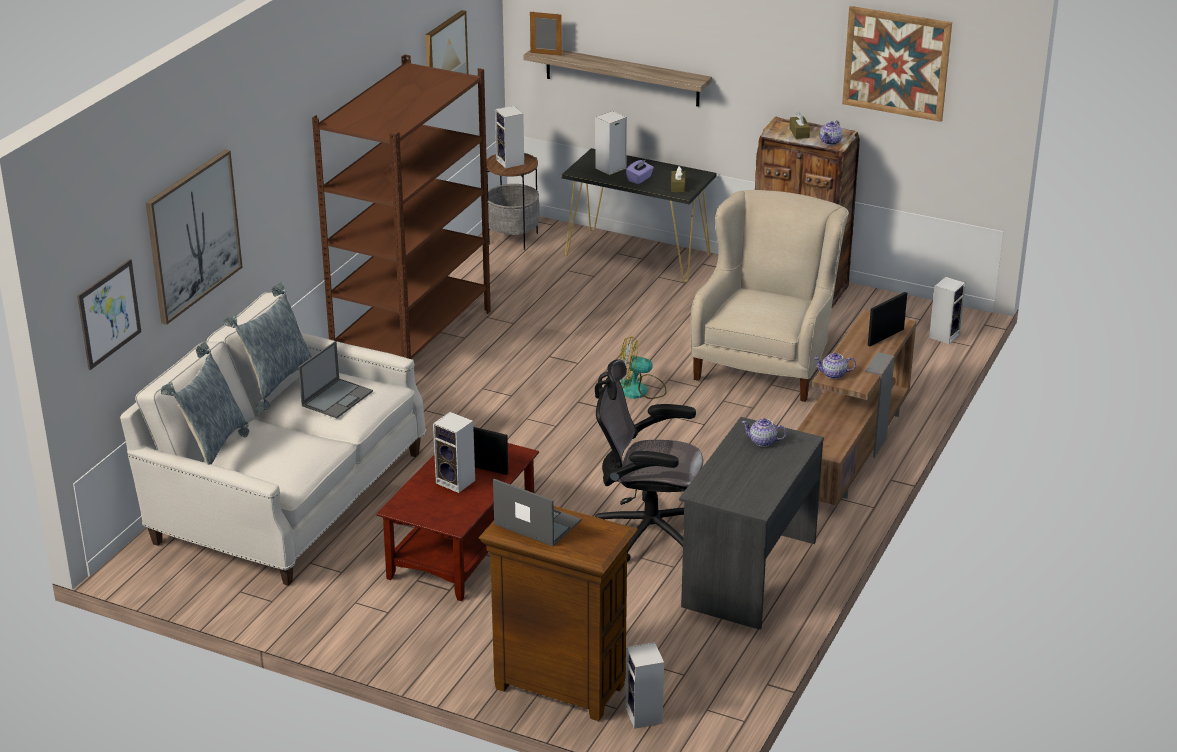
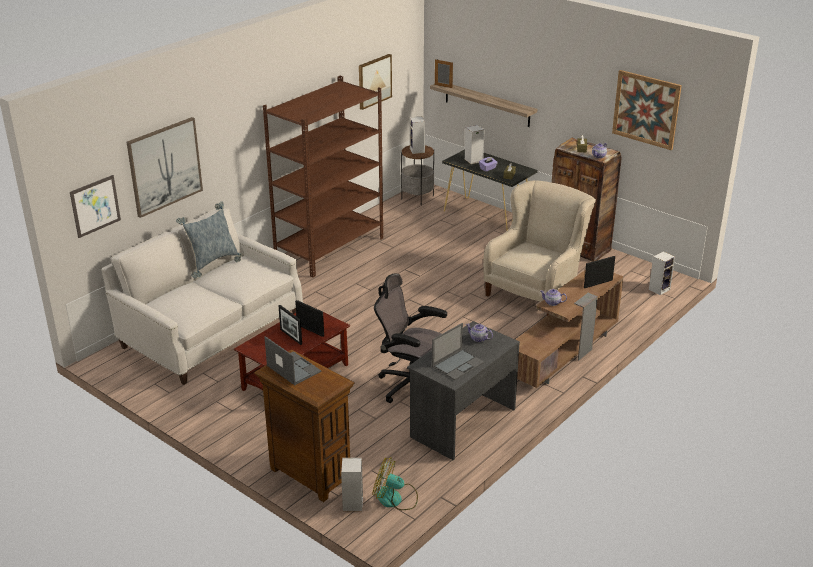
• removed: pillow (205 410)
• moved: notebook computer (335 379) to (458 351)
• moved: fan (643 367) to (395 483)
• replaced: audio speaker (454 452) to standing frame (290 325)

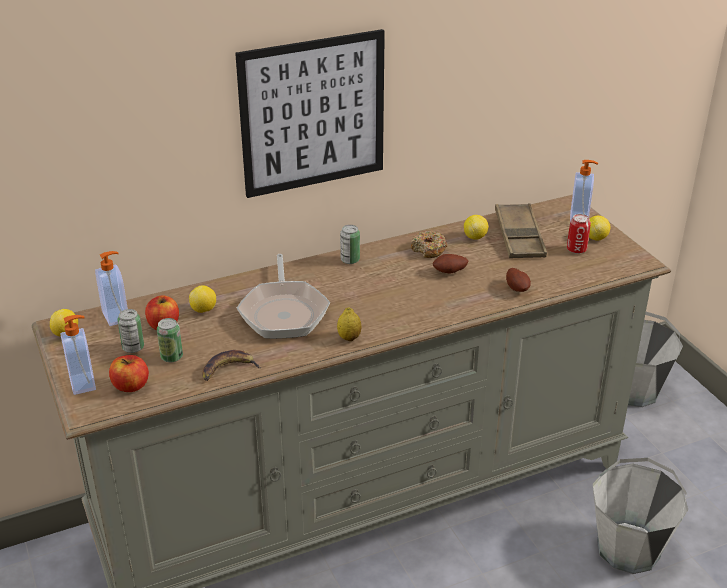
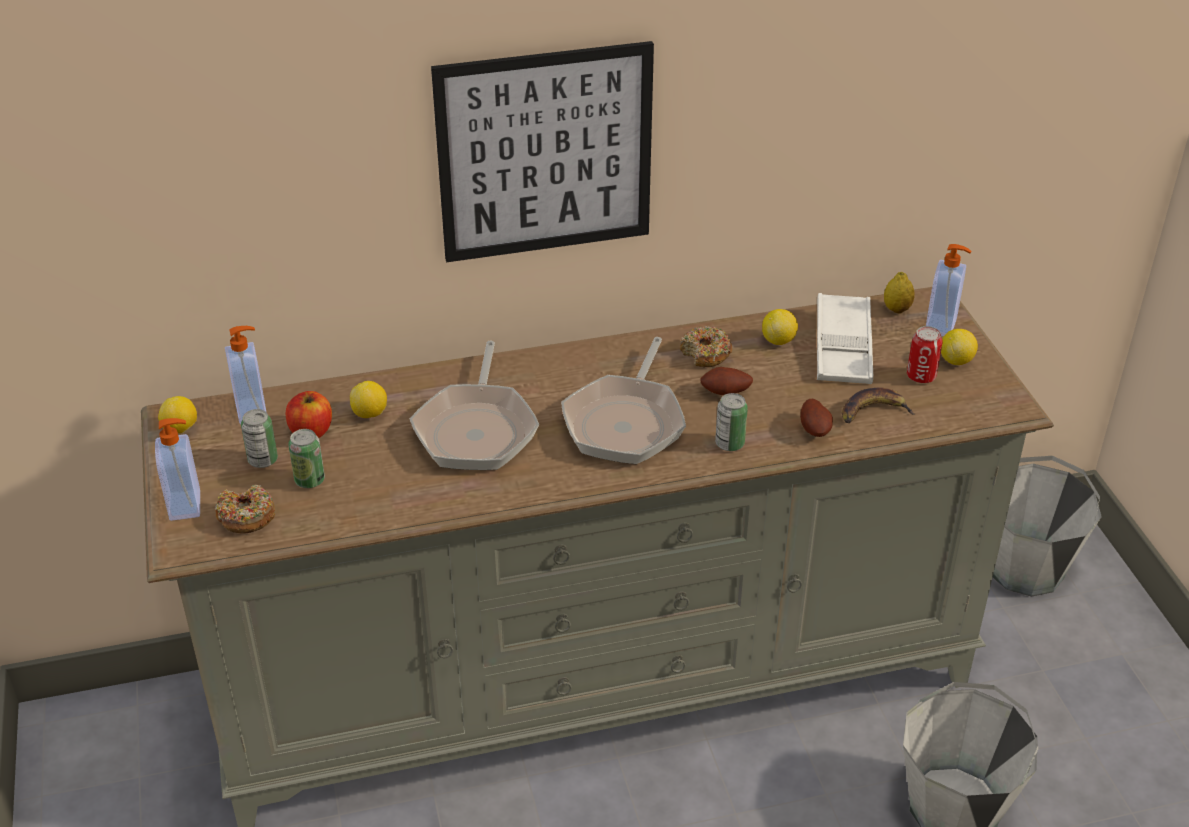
• added: frying pan (623 400)
• moved: banana fruit (232 365) to (878 405)
• moved: citrus fruit (349 324) to (899 292)
• moved: can (350 244) to (731 422)
• replaced: apple fruit (129 373) to donut (245 509)
• recoloured: tray (brown-coloured) (521 230) to tray (white) (845 338)

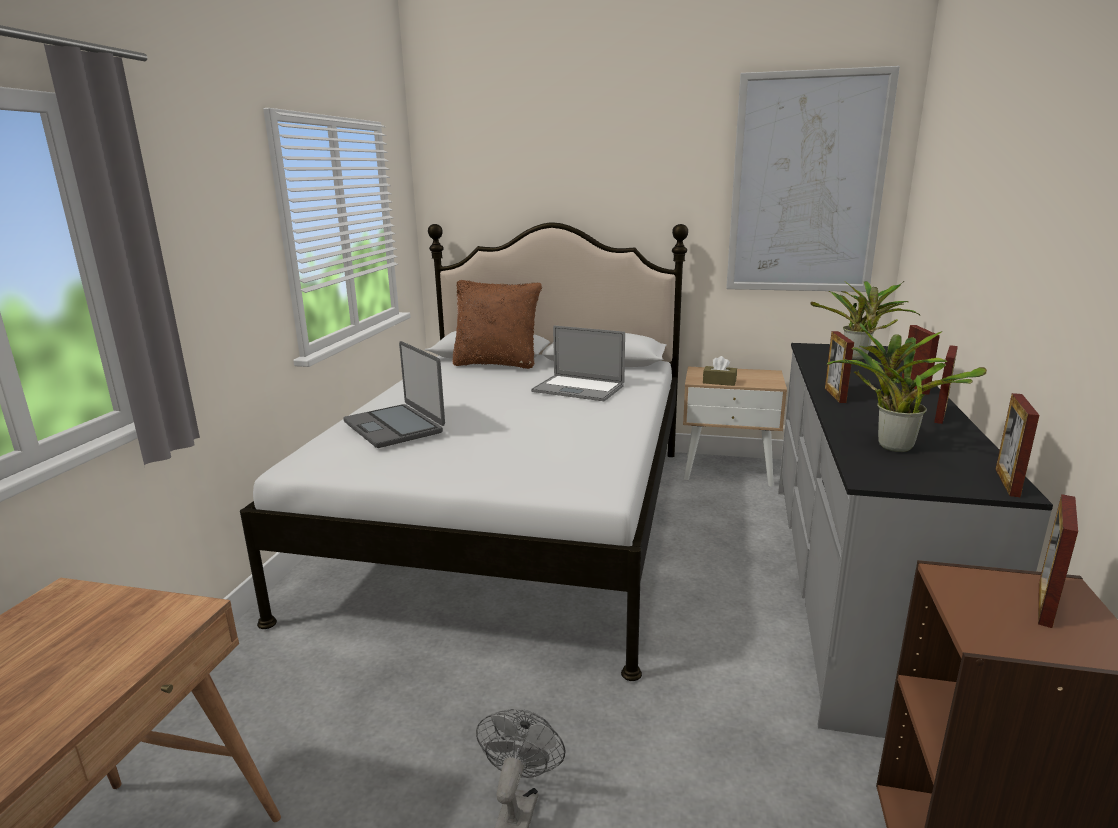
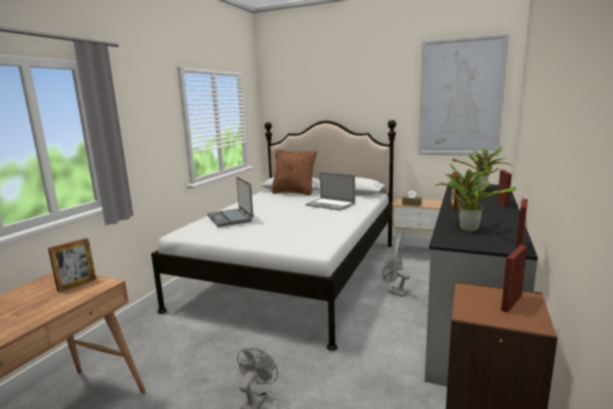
• added: fan (greyish) (396 276)
• moved: standing frame (946 384) to (72 265)

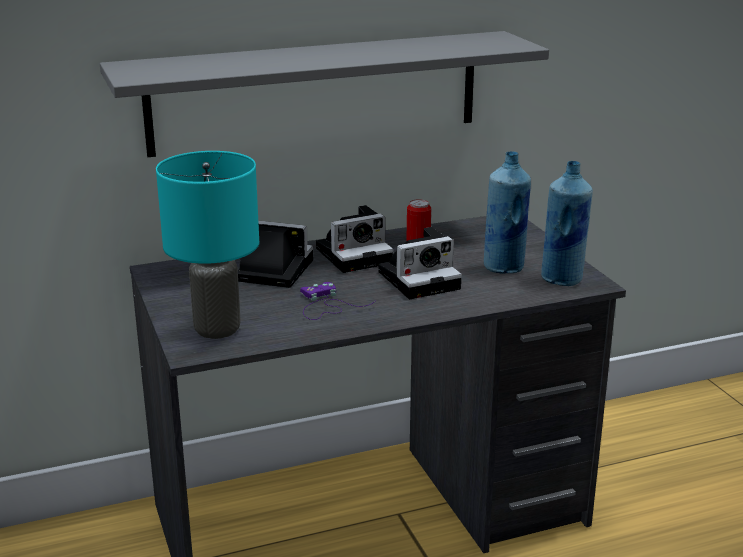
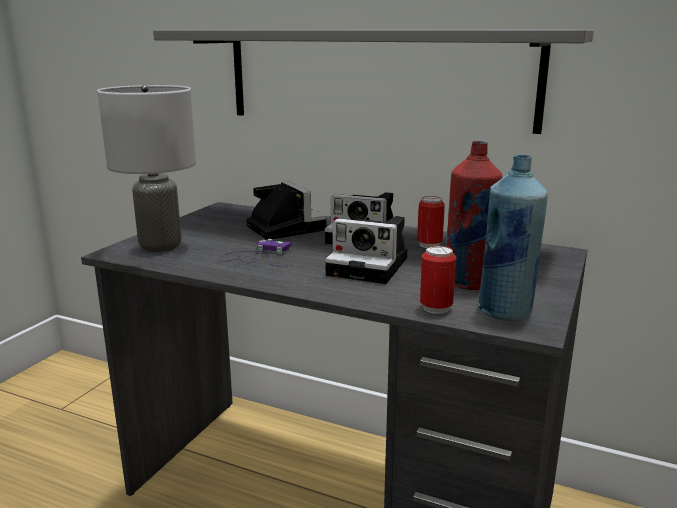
• added: can (438 279)
• recoloured: lamp for a table (turquoise-coloured) (207 245) to lamp for a table (white) (146 168)
• recoloured: bottle (blue) (507 212) to bottle (reddish) (474 215)

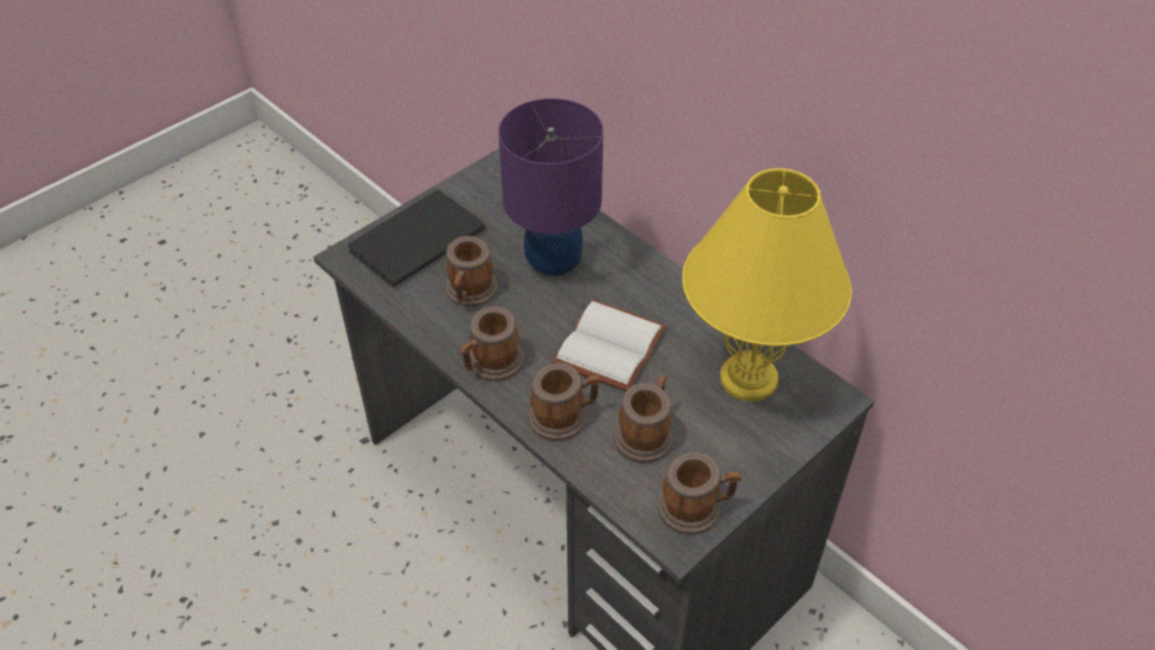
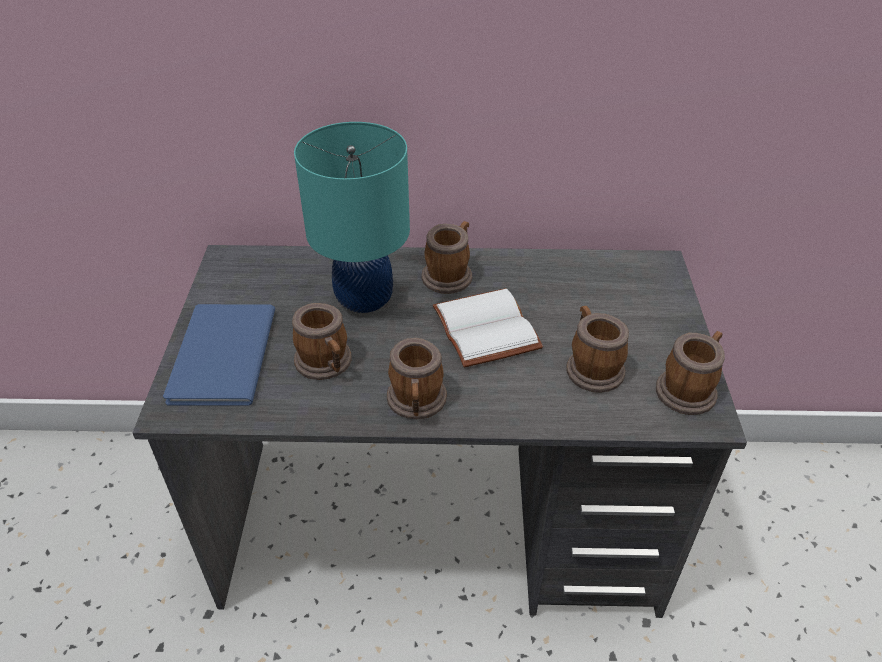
• removed: lamp for a table (yellowish) (767 284)
• moved: coffee mug (564 402) to (446 257)
• recoloured: bound book (blackish) (417 238) to bound book (blue) (219 355)
• recoloured: lamp for a table (purple) (550 187) to lamp for a table (turquoise-coloured) (352 217)

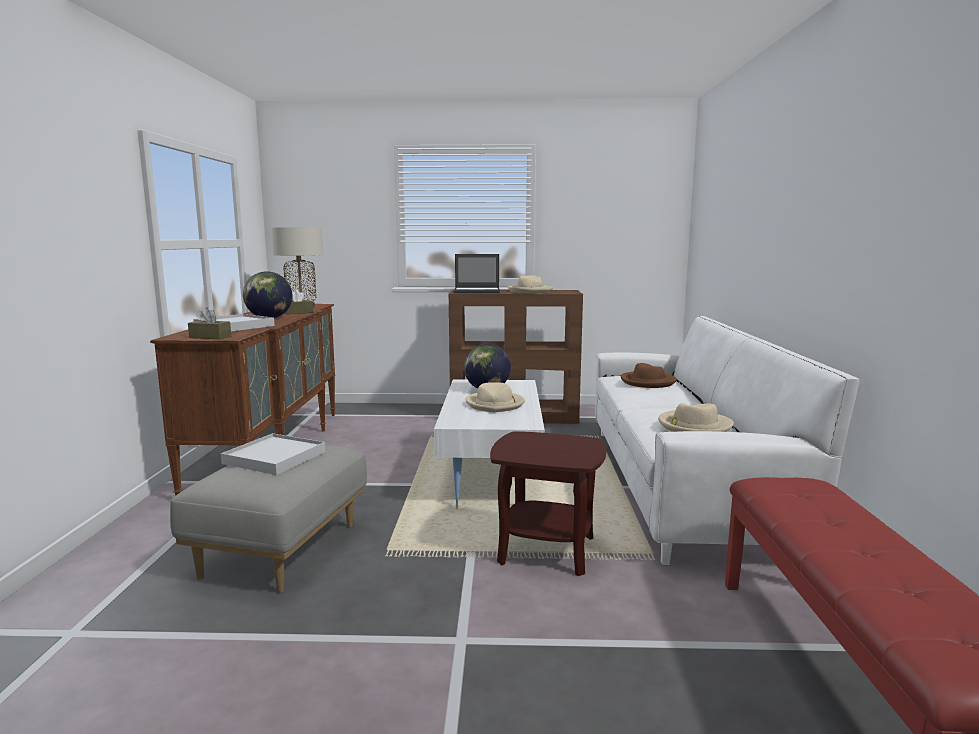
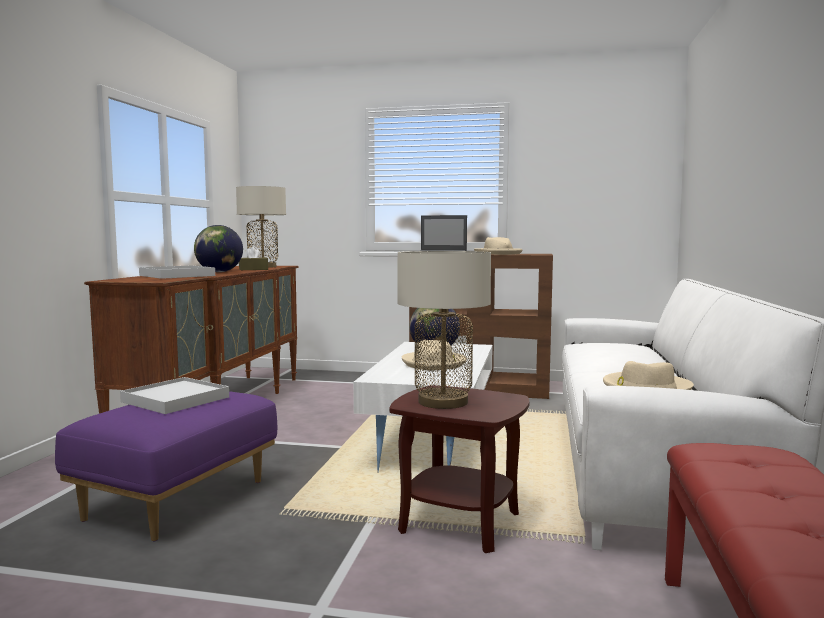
• removed: tissue holder (brown-coloured) (209 323)
• removed: wearable hat (brown-coloured) (649 375)
• added: lamp for a table (444 330)
• recoloured: footrest (greyish) (268 519) to footrest (purple) (166 466)

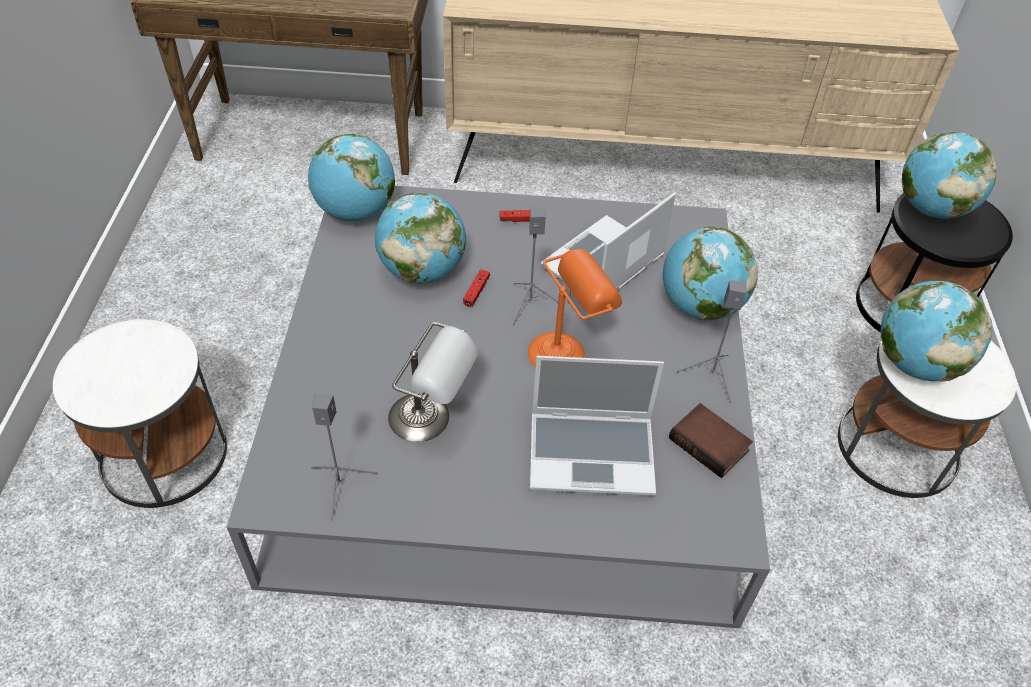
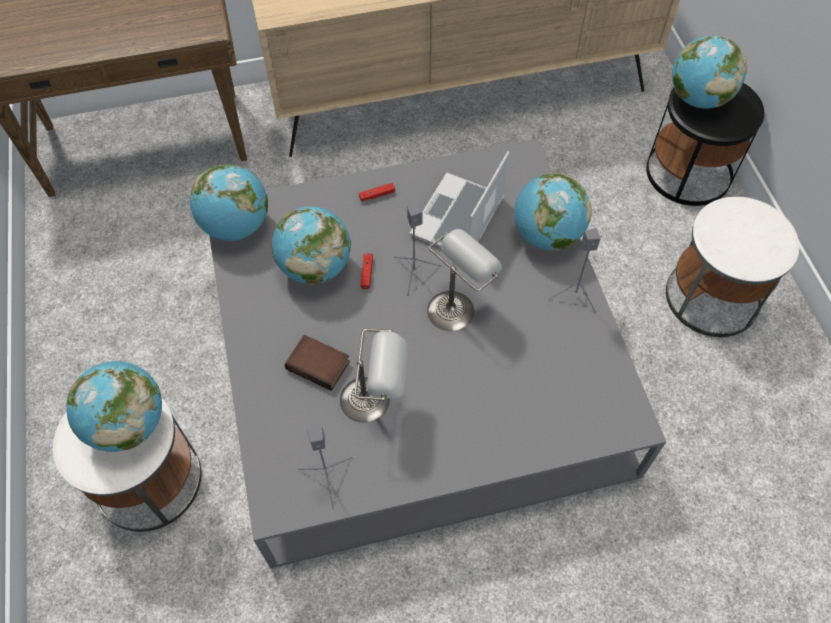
• removed: notebook computer (597 426)
• moved: bound book (711 440) to (317 363)
• moved: desk globe (936 331) to (114 406)
• recoloured: lamp for a table (orange) (575 308) to lamp for a table (white) (464 280)

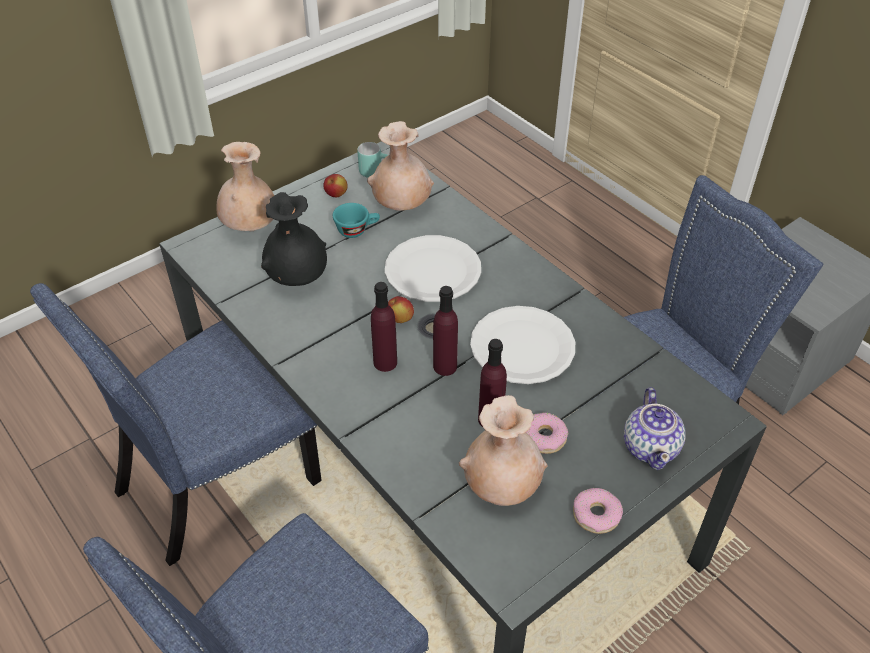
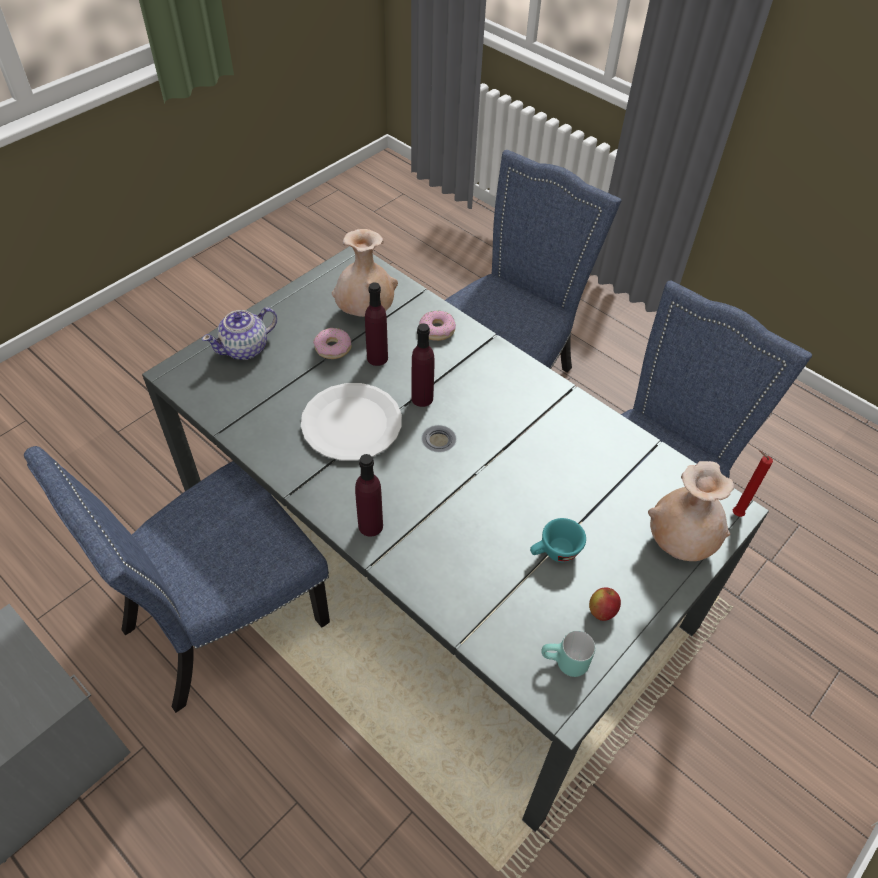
• removed: flower vase (blackish) (294 239)
• removed: flower vase (beige-coloured) (400 166)
• removed: flat dish (white) (433 268)
• removed: apple fruit (401 309)
• added: candle (reddish) (753 483)
• moved: bottle (purple) (384 327) to (369 495)
• moved: donut (598 511) to (437 326)
• turned: pot for tea (654 429) = (239 333) 120 degrees counterclockwise

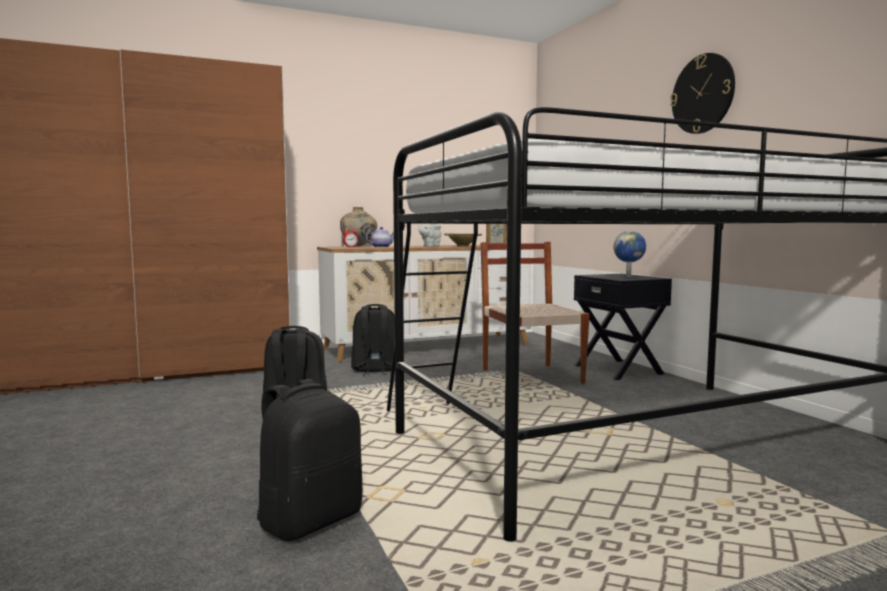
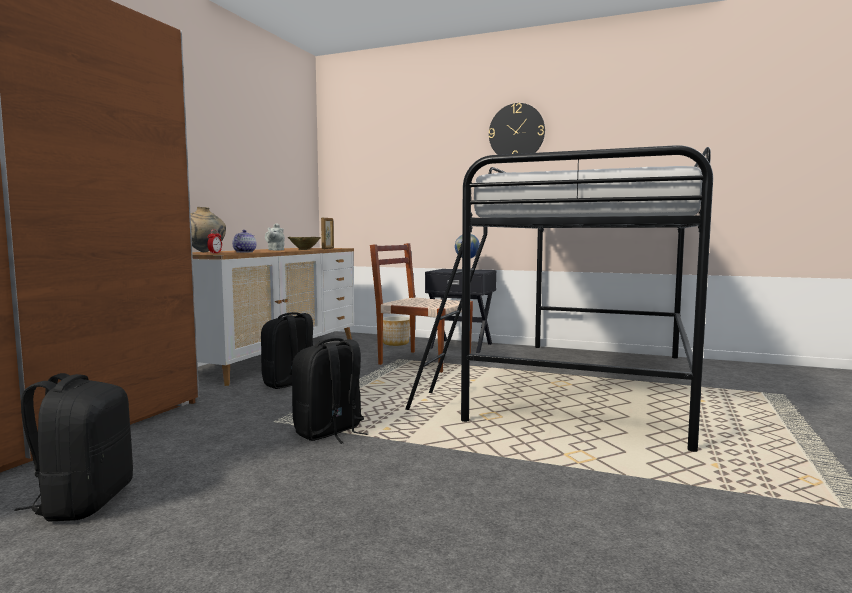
• added: plant pot (396 331)
• moved: backpack (blackish) (309 460) to (73 447)

